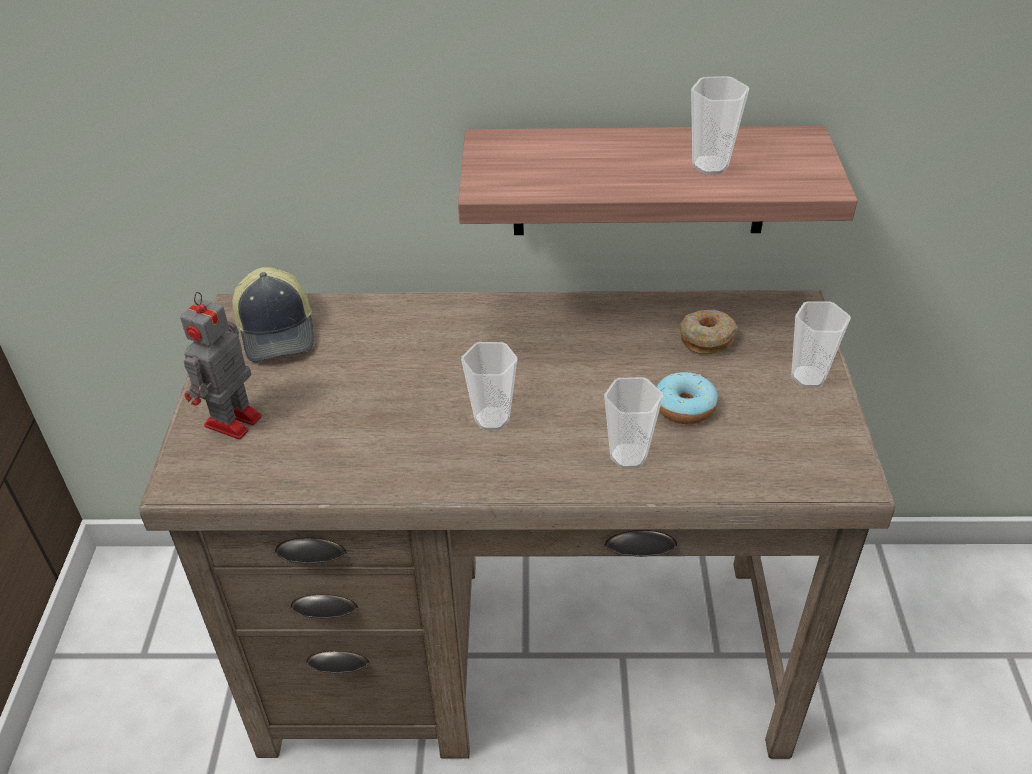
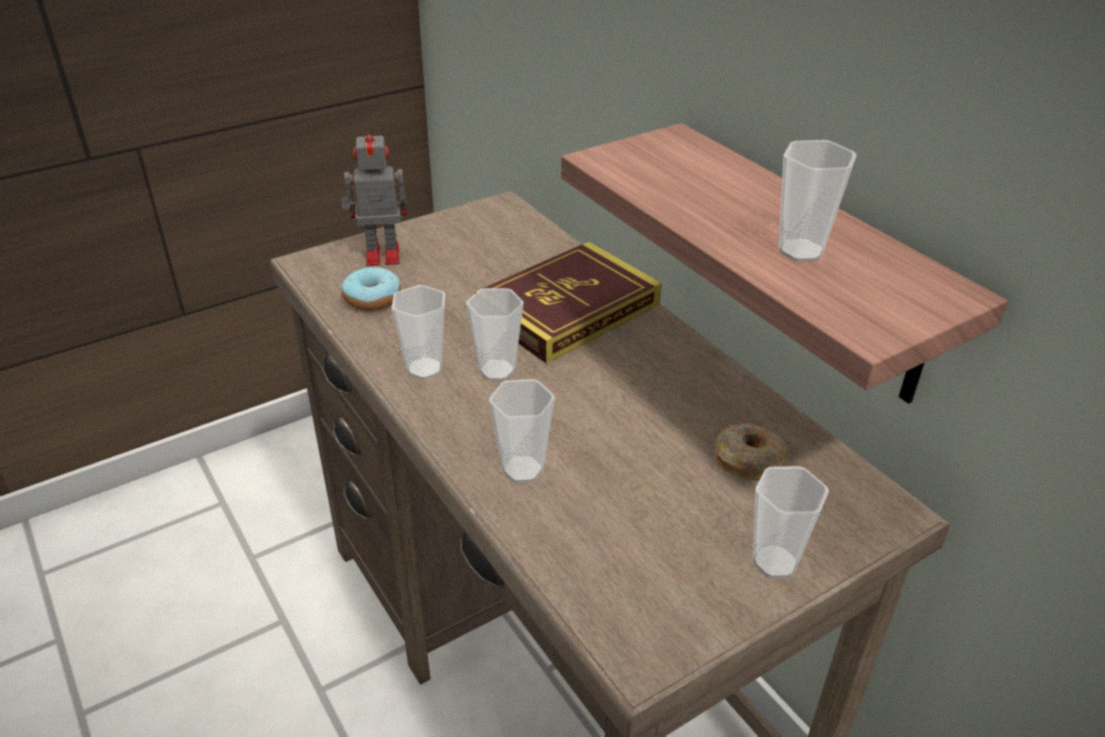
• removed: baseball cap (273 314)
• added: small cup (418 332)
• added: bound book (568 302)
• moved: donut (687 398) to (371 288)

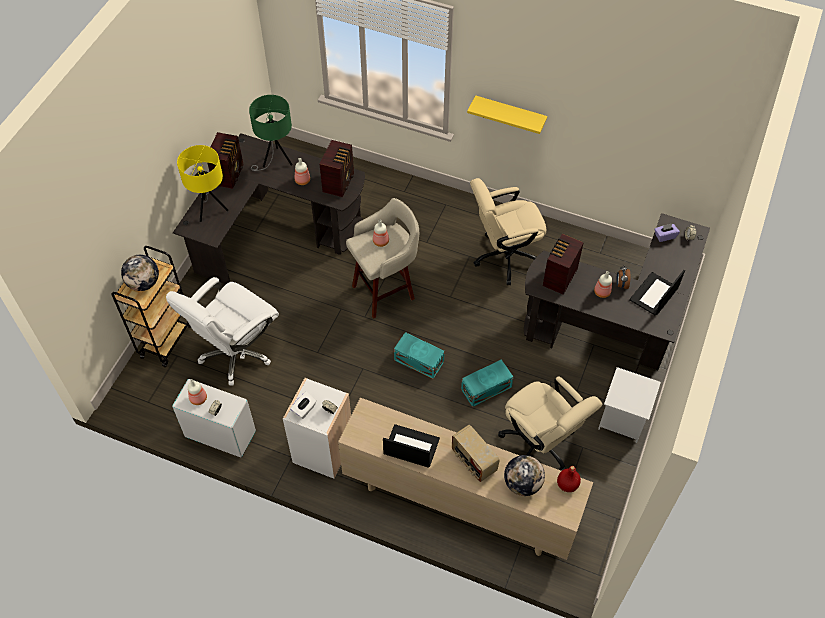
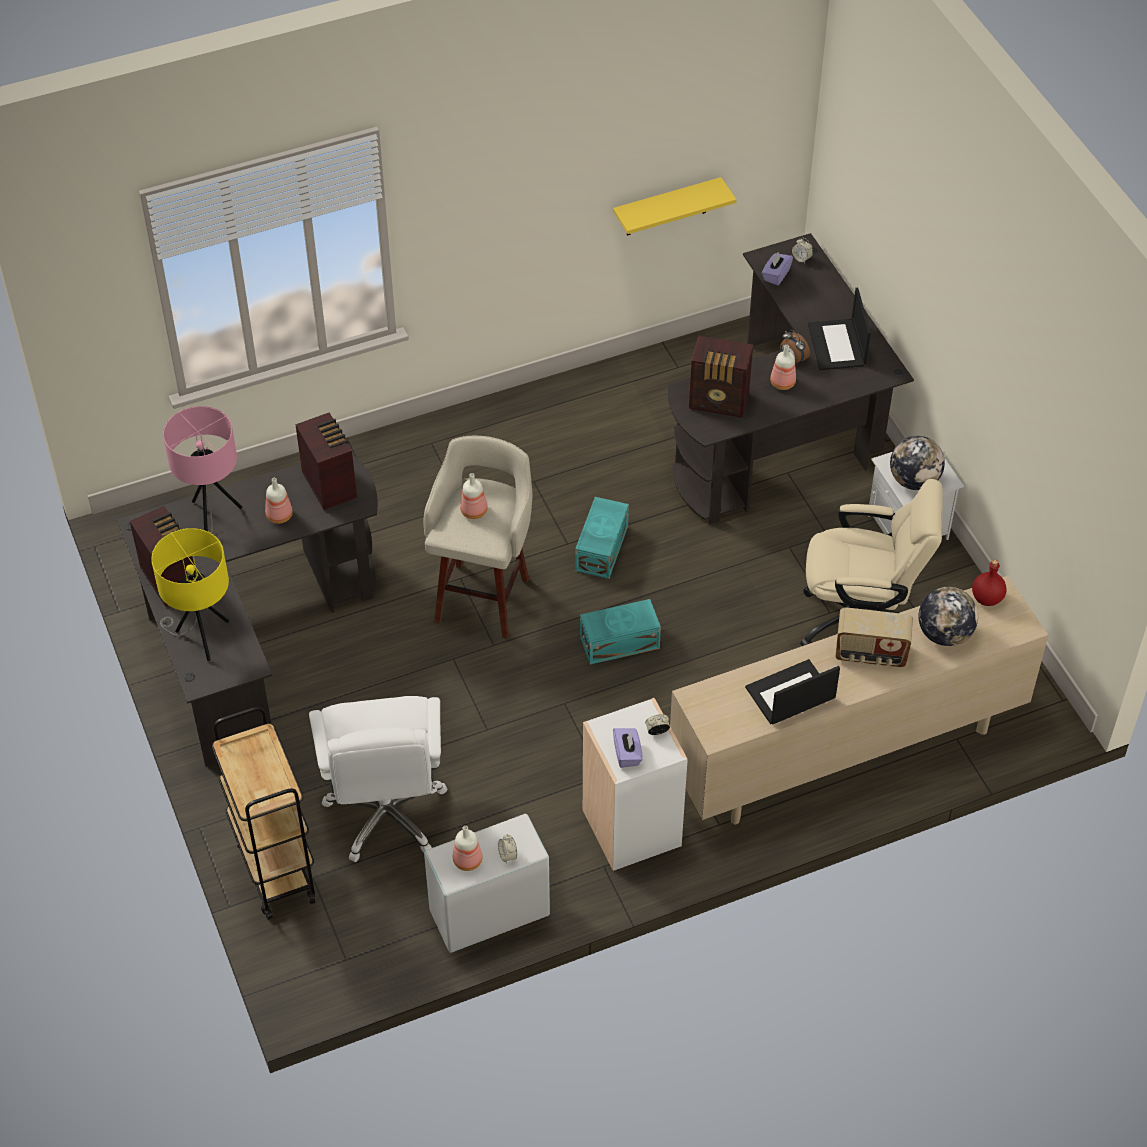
• removed: desk chair (beige-coloured) (508 231)
• moved: desk globe (140 273) to (917 463)
• moved: storage container (turquoise-coloured) (487 383) to (602 538)
• moved: wall shelf (yellowish) (507 114) to (674 206)
• recoloured: lamp for a table (green) (271 133) to lamp for a table (pink-coloured) (202 469)
• recoloured: tissue holder (white) (303 405) to tissue holder (purple) (628 748)
• turned: radio set (563 264) = (721 377) 60 degrees counterclockwise

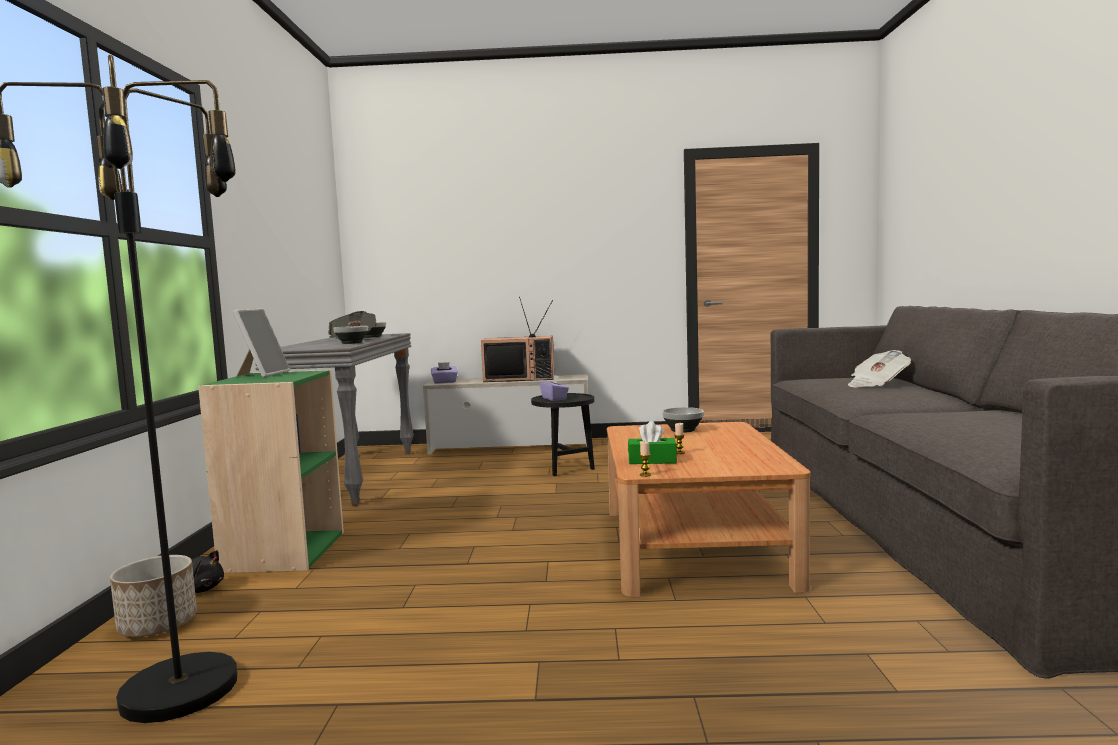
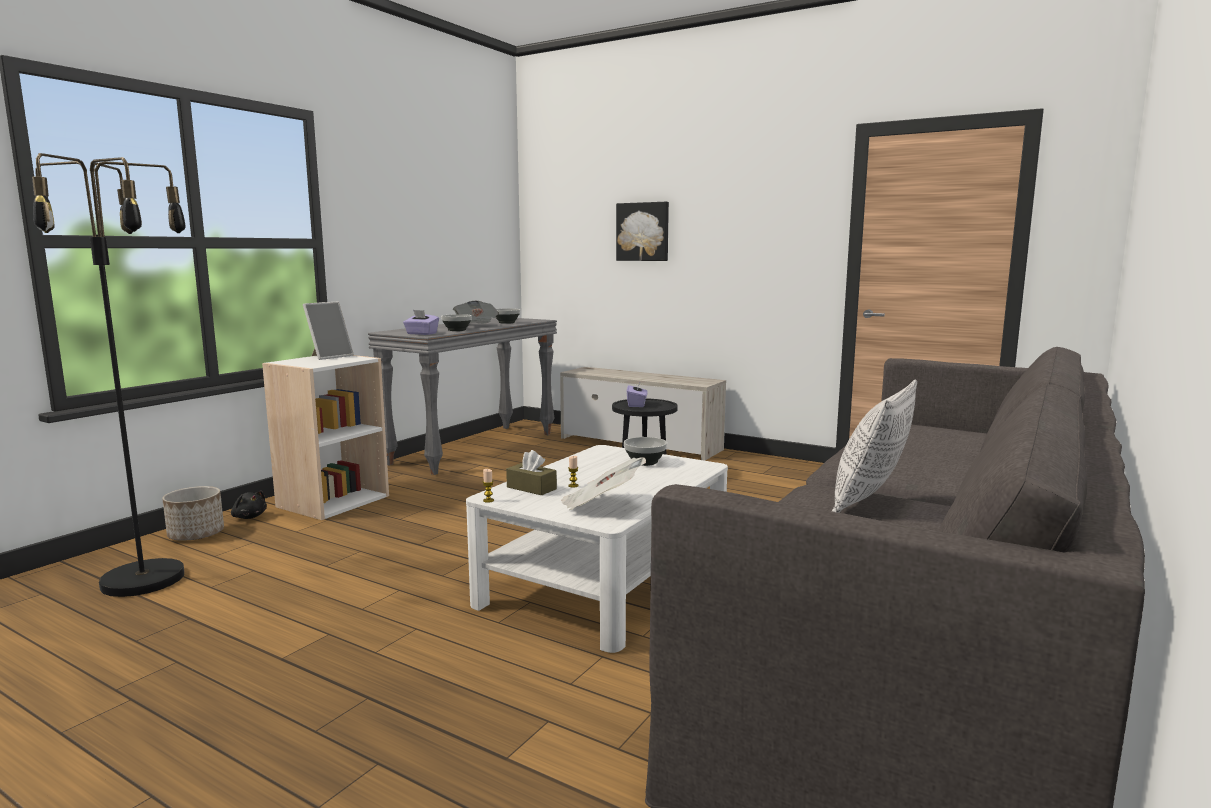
• removed: TV (517 339)
• added: wall art (642 231)
• added: pillow (874 446)
• moved: tissue holder (purple) (444 372) to (421 322)
• moved: printed paper (879 369) to (603 483)
• recoloured: bookshelf (green) (271 471) to bookshelf (white) (325 437)
• recoloured: lounge table (brown-coloured) (709 509) to lounge table (white) (597 549)
• recoloured: tissue holder (green) (652 442) to tissue holder (brown-coloured) (531 472)

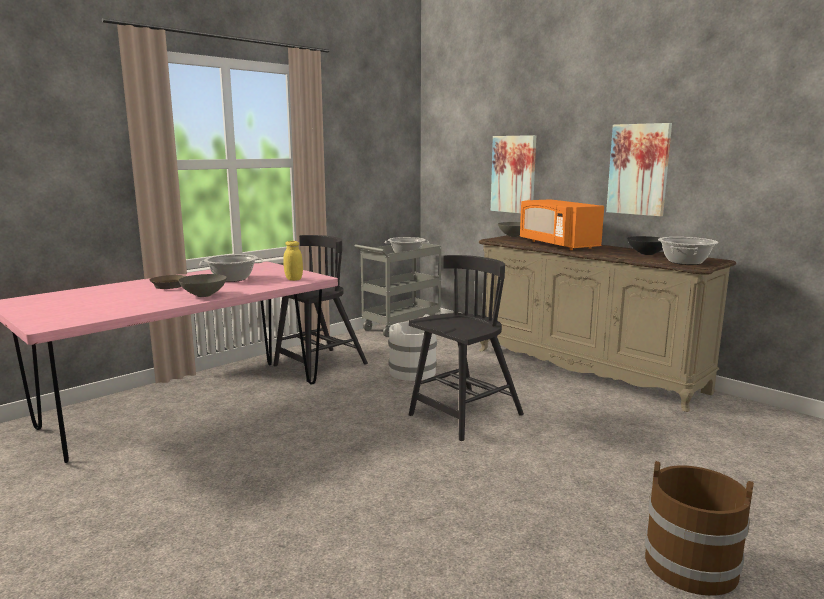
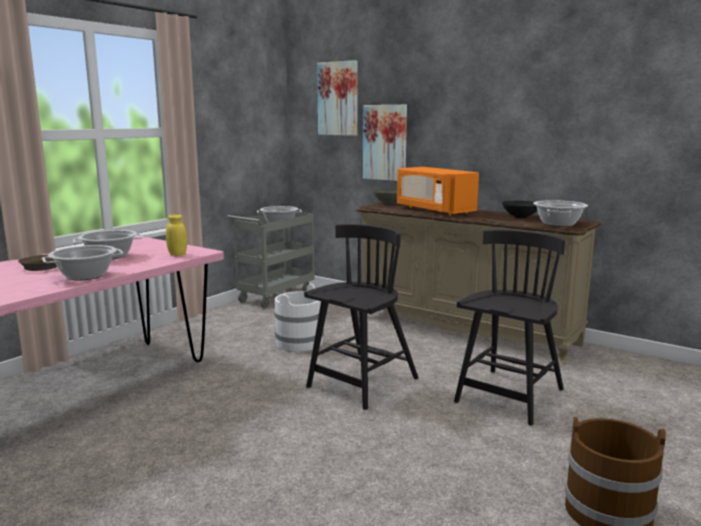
• moved: upright chair (blackish) (320 308) to (509 328)
• moved: wall art (639 170) to (337 98)
• replaced: bowl (greyish) (202 285) to cooking pot (83 262)

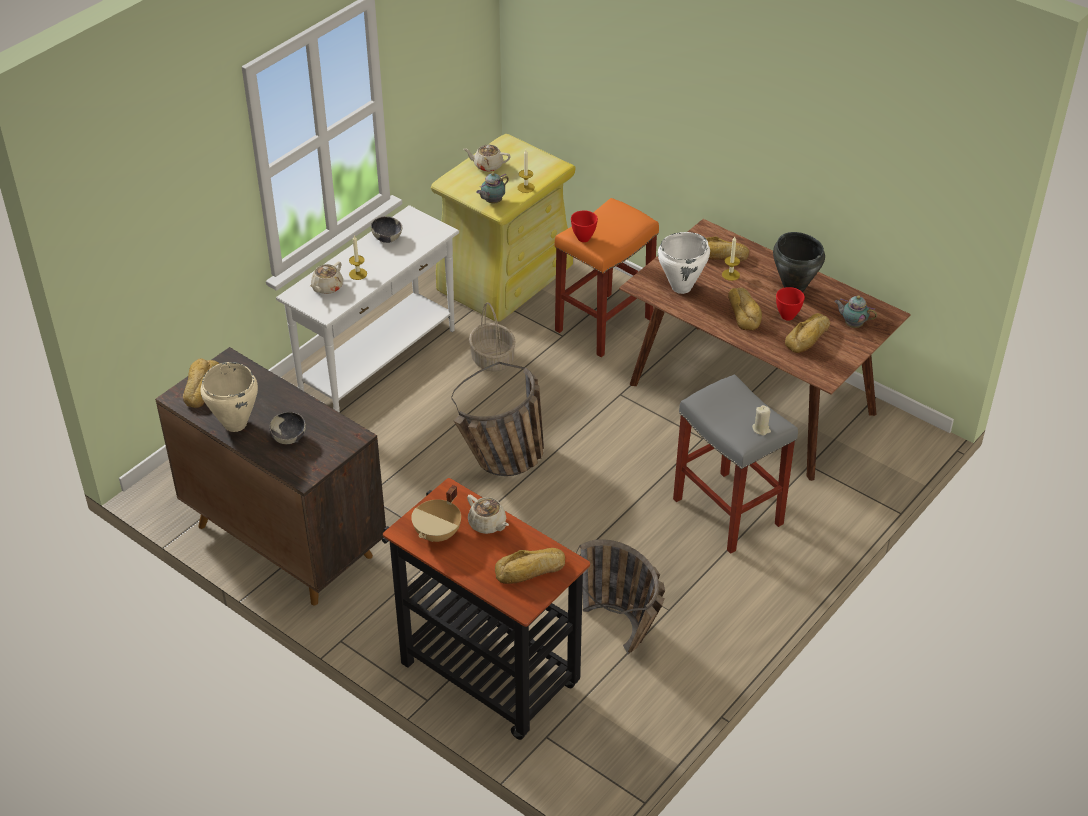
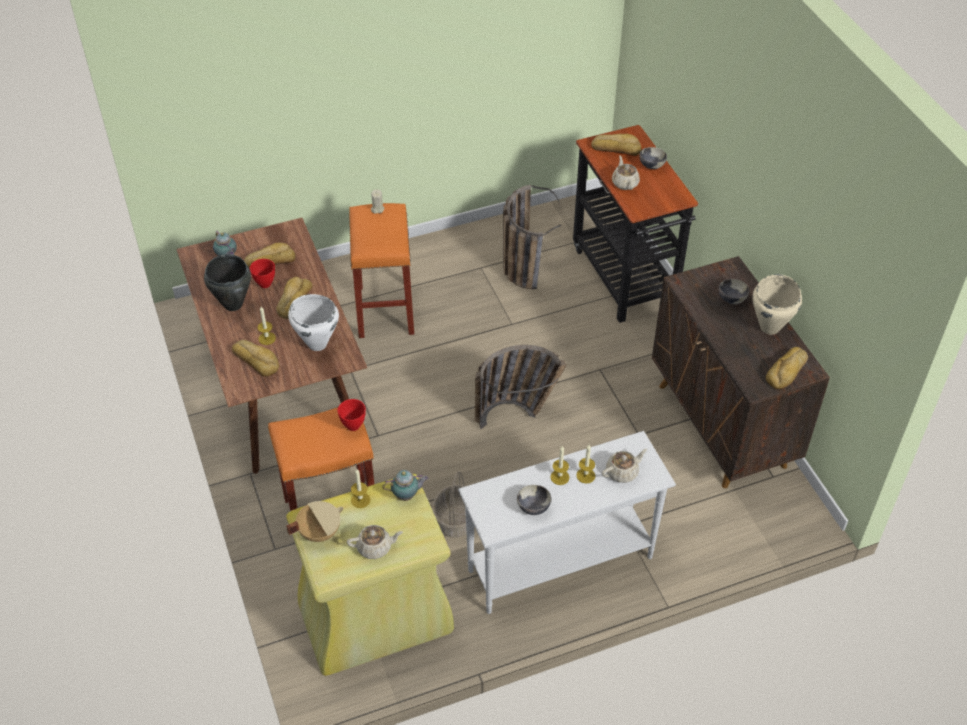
• added: candle (559 465)
• added: bowl (653 158)
• moved: cooking pot (beige-coloured) (436 513) to (314 521)
• recoloured: stool seat (greyish) (735 464) to stool seat (orange) (381 270)
• turned: pot for tea (beige-coloured) (487 158) = (375 542) 45 degrees counterclockwise

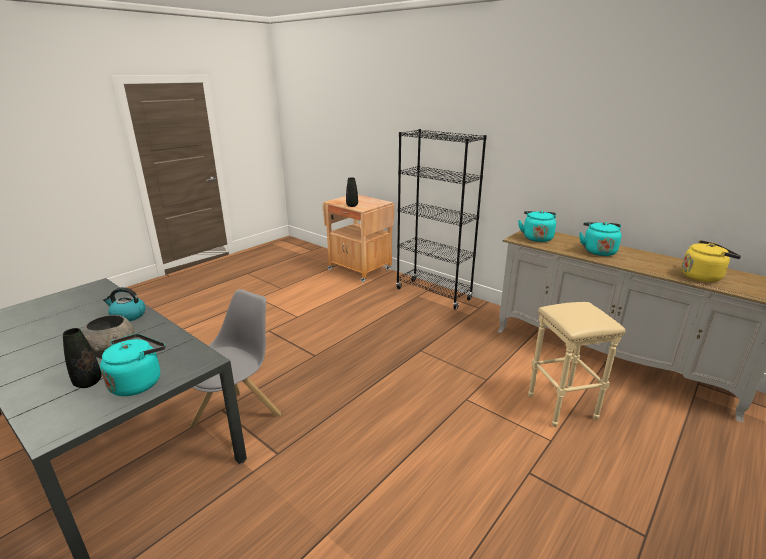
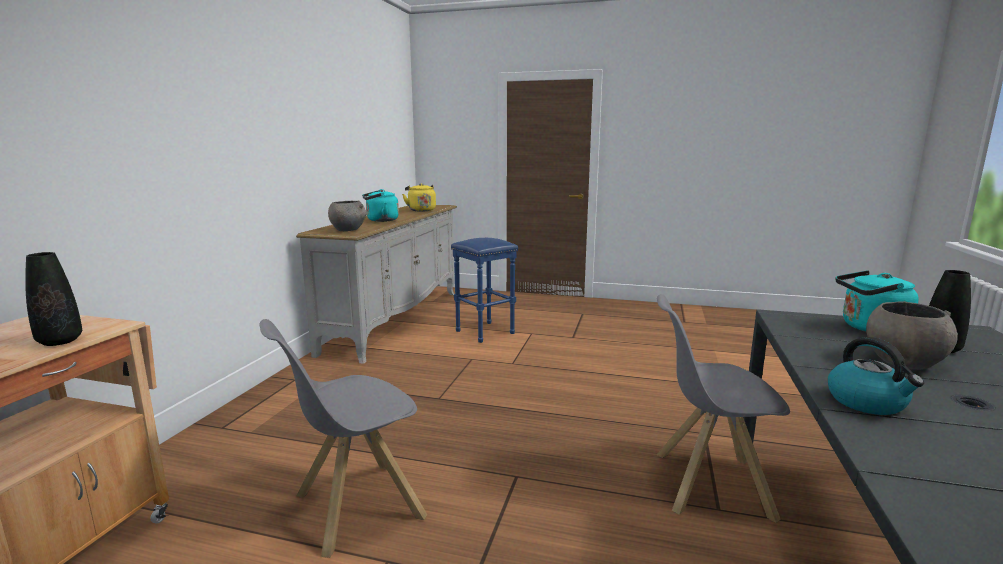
• removed: bookshelf (blackish) (441 219)
• added: upright chair (greyish) (343 438)
• replaced: tea kettle (turquoise-coloured) (537 226) to bowl (greyish) (347 216)
• recoloured: stool seat (beige-coloured) (577 364) to stool seat (blue) (484 290)

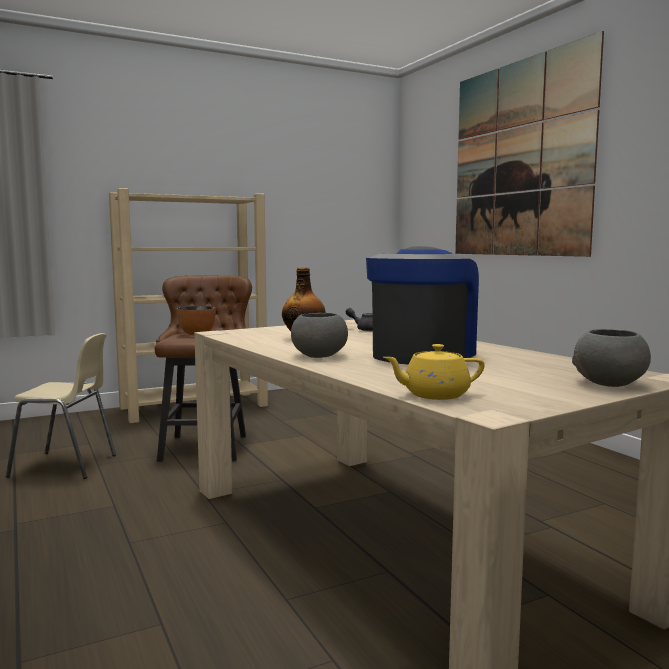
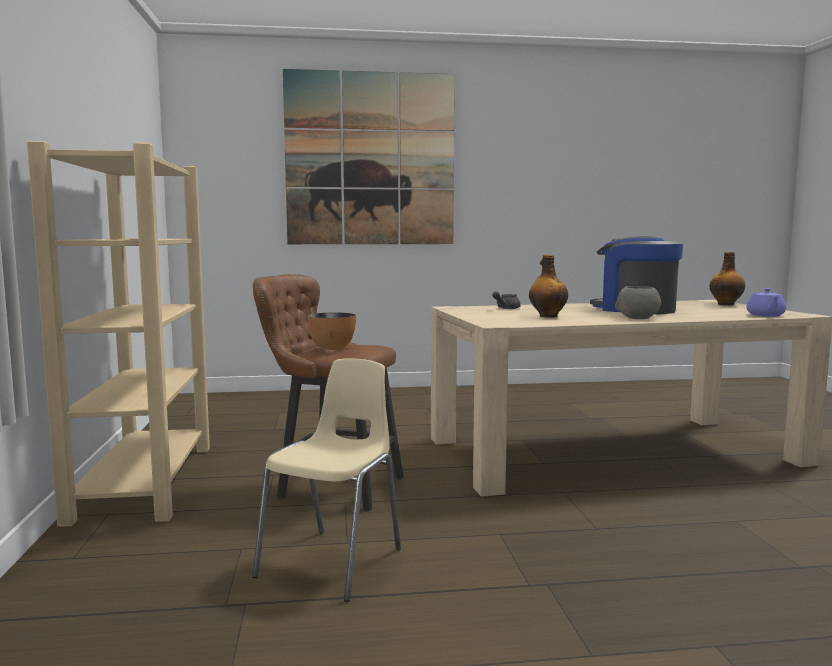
• replaced: bowl (greyish) (611 358) to bottle (727 278)
• recoloured: pot for tea (yellowish) (434 372) to pot for tea (purple) (766 302)

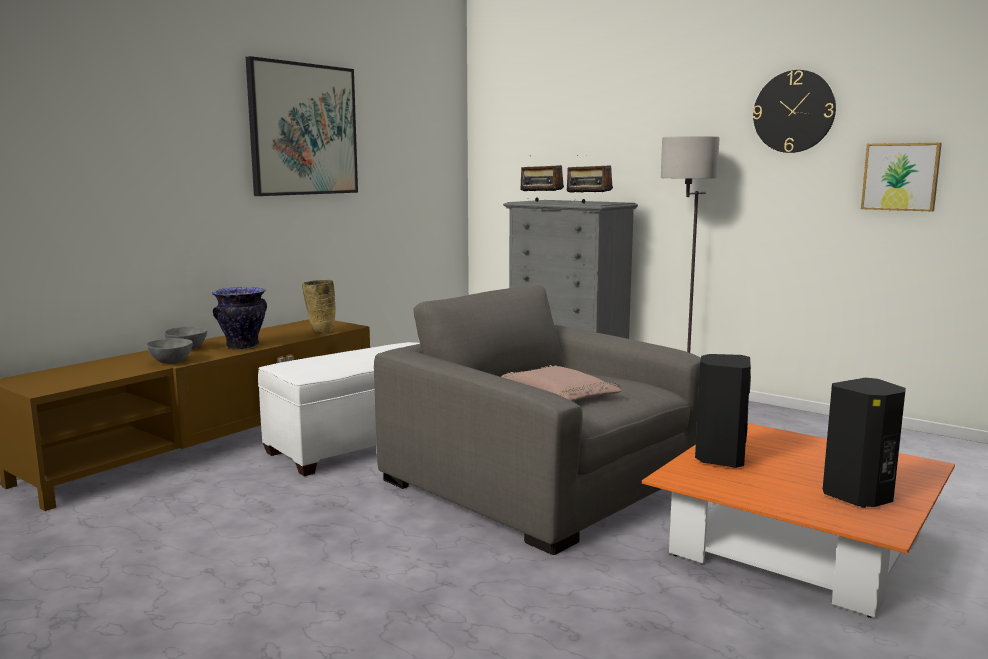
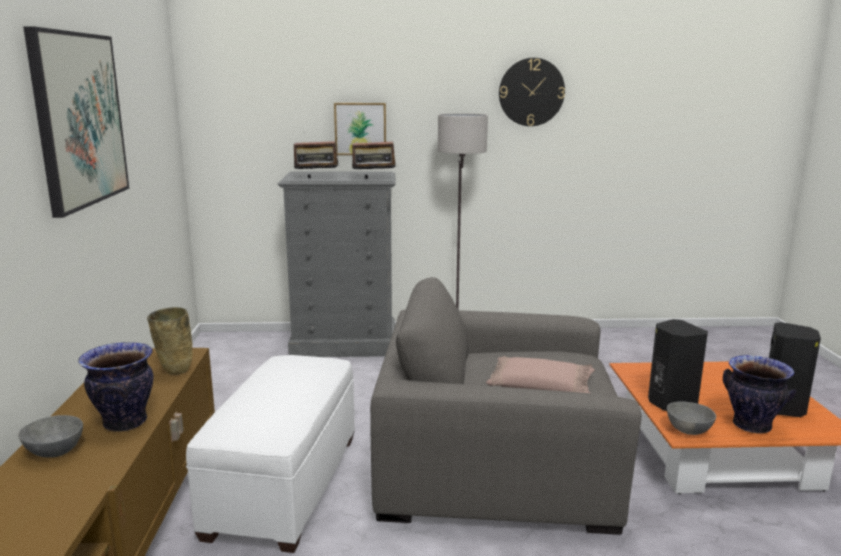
• added: flower vase (760 394)
• moved: bowl (greyish) (169 351) to (691 418)
• moved: wall art (901 177) to (360 129)

